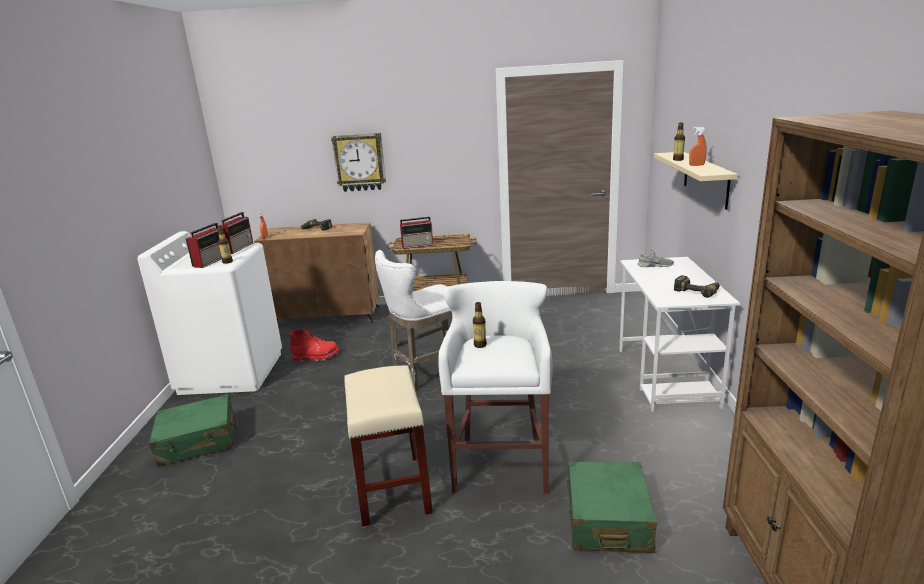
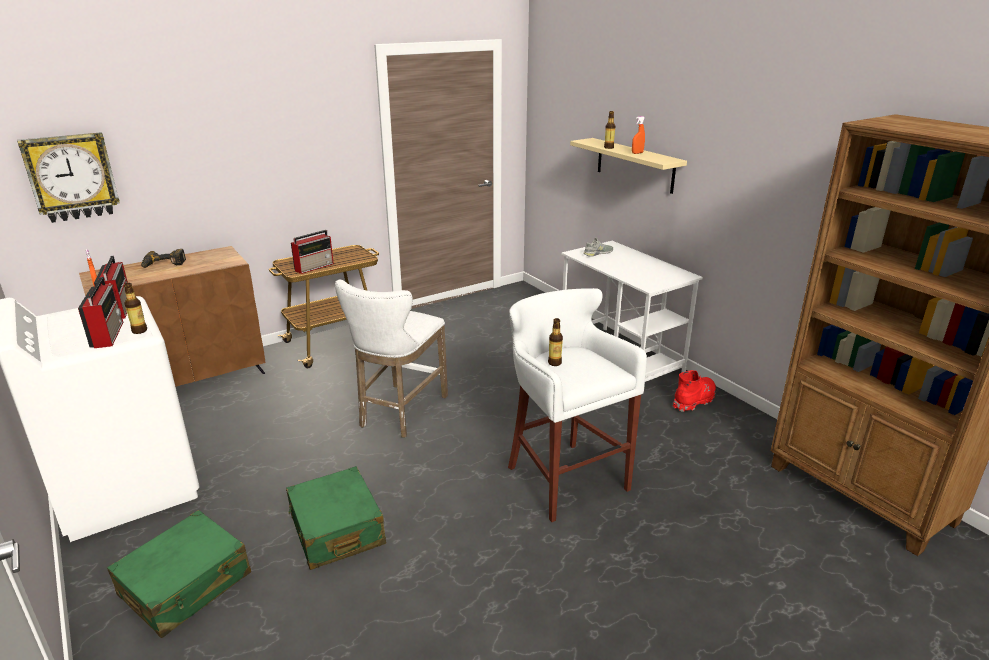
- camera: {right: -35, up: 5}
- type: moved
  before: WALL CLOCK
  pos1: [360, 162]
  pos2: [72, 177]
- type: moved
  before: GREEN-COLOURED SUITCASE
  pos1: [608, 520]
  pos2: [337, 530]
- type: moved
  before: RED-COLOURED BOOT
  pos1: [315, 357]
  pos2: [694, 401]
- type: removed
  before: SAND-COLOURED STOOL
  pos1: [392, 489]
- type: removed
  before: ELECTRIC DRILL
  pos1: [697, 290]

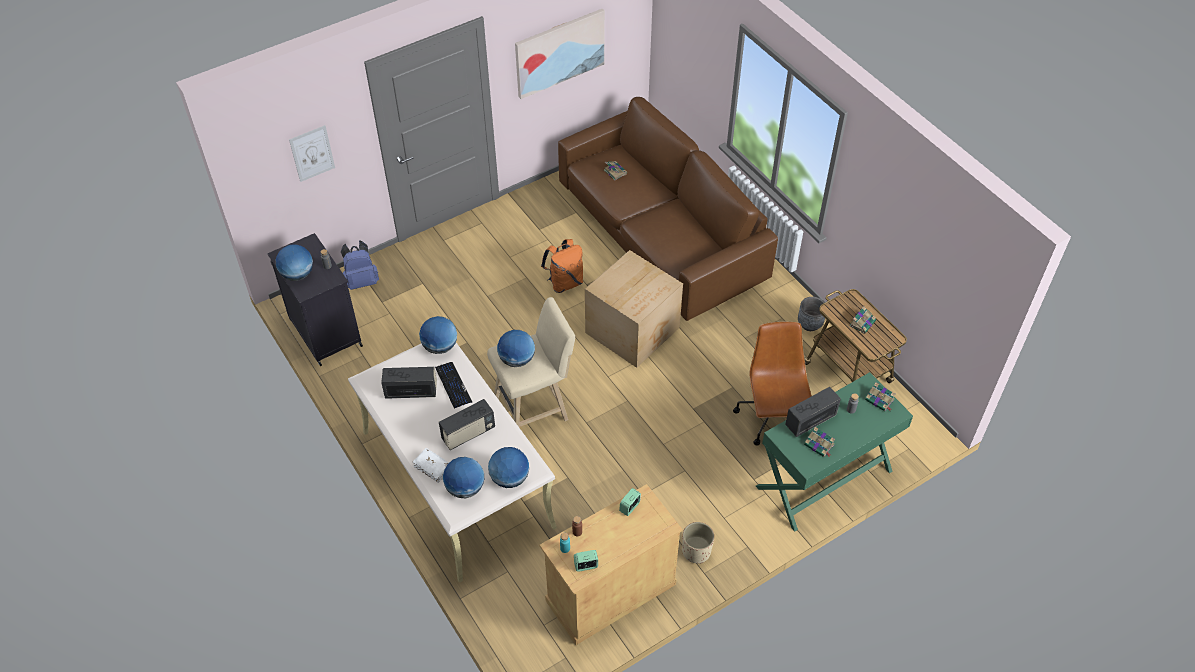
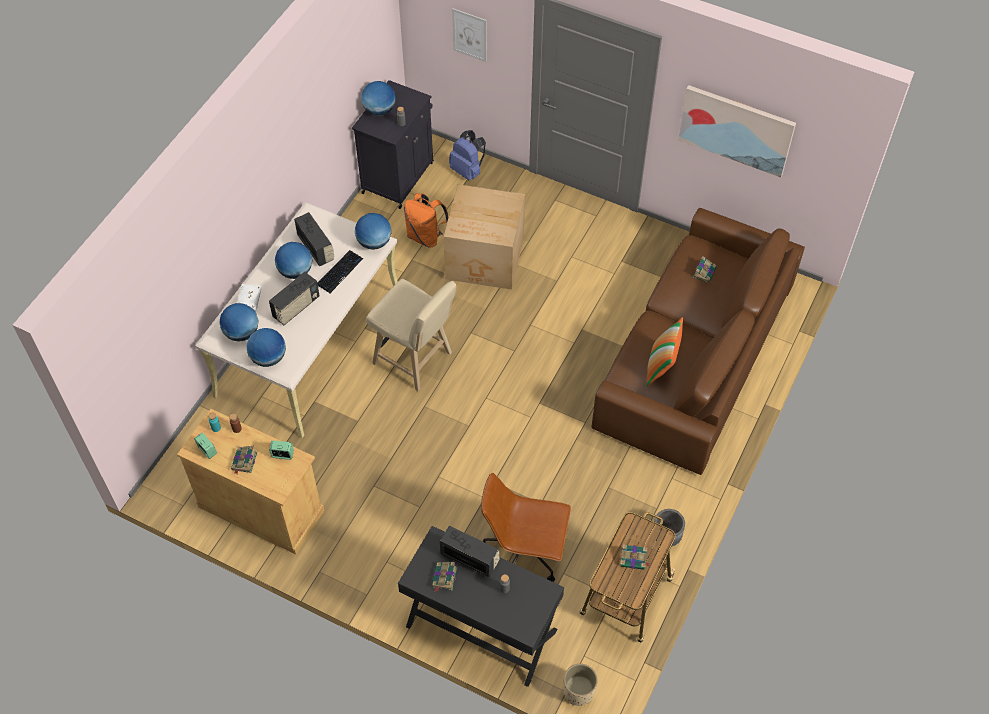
- camera: {right: 60, up: 5}
- type: moved
  before: BOUND BOOK
  pos1: [880, 400]
  pos2: [244, 462]
- type: turned
  before: RADIO RECEIVER
  pos1: [468, 434]
  pos2: [296, 307]
  turn: -75
- type: moved
  before: WORLD GLOBE
  pos1: [517, 360]
  pos2: [295, 271]
- type: recoloured
  before: GREEN-COLOURED DESK TABLE
  after: BLACK-COLOURED DESK TABLE
  pos1: [824, 479]
  pos2: [481, 629]
- type: moved
  before: ORANGEY RUCKSACK
  pos1: [565, 282]
  pos2: [425, 236]
- type: moved
  before: CARDBOARD BOX
  pos1: [634, 330]
  pos2: [486, 259]
- type: turned
  before: BROWN-COLOURED OFFICE CHAIR
  pos1: [773, 419]
  pos2: [524, 554]
  turn: -135
- type: moved
  before: SAND-COLOURED PLANT POT
  pos1: [696, 551]
  pos2: [578, 691]
- type: added
  after: THROW PILLOW
  pos2: [661, 366]

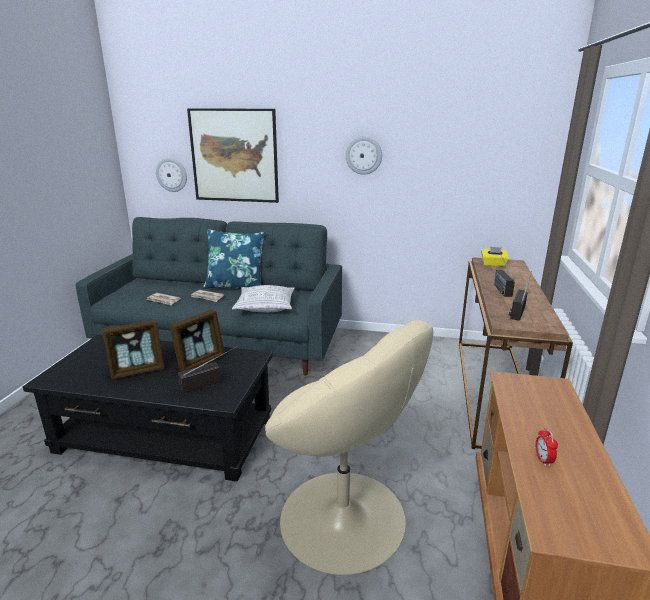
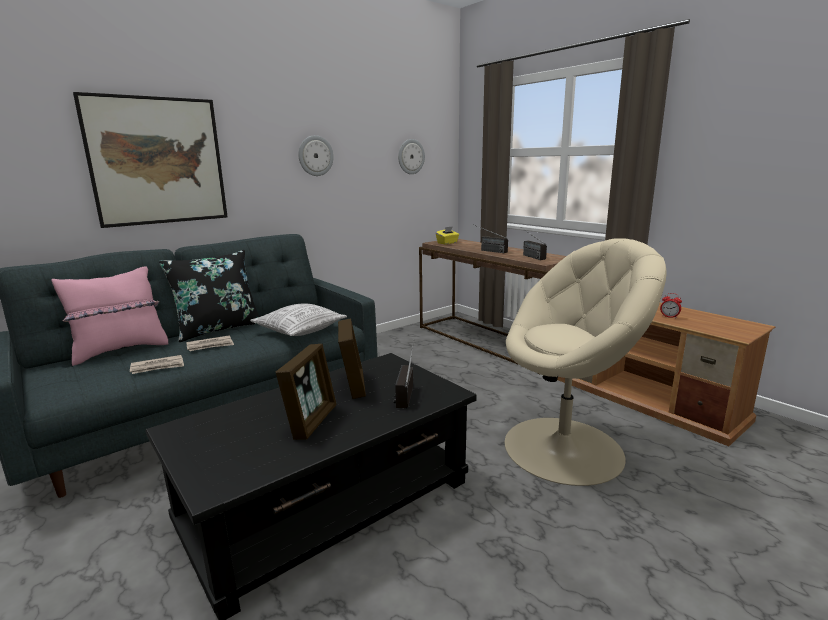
- camera: {right: -50, up: -5}
- type: added
  after: PINK-COLOURED THROW PILLOW
  pos2: [121, 350]
- type: recoloured
  before: BLUE THROW PILLOW
  after: BLACK-COLOURED THROW PILLOW
  pos1: [236, 287]
  pos2: [218, 329]
- type: moved
  before: WALL CLOCK
  pos1: [172, 175]
  pos2: [411, 156]

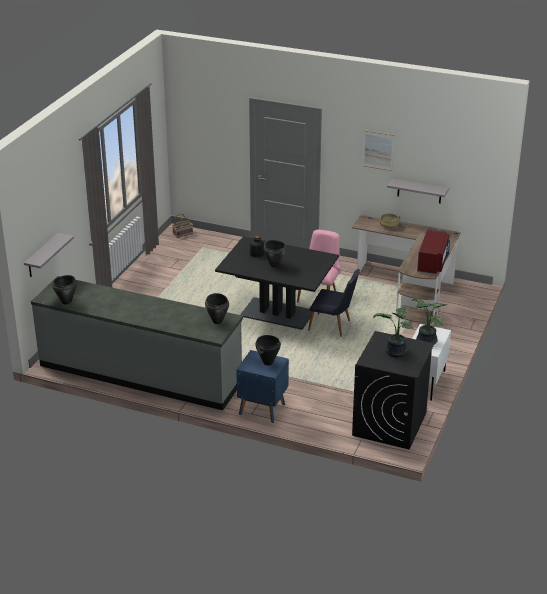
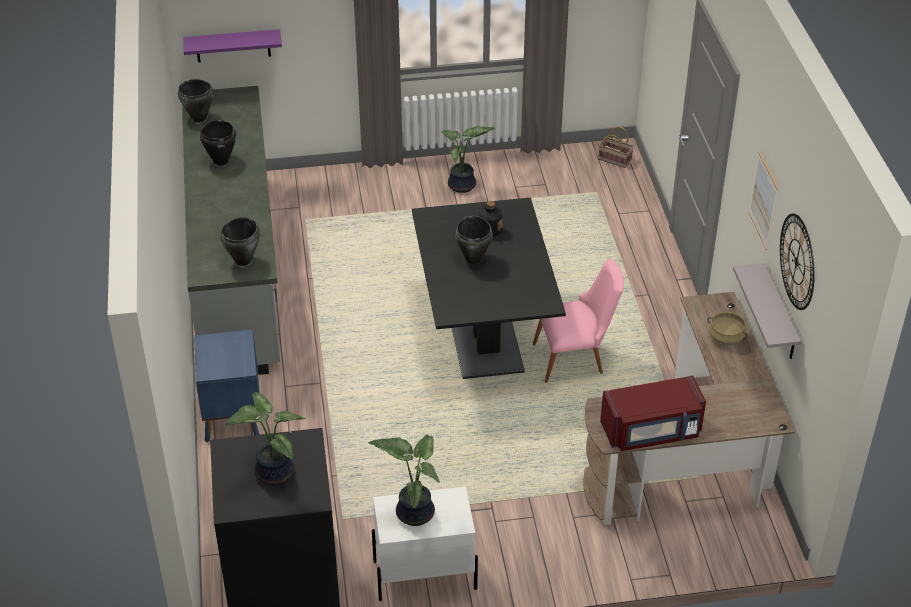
- camera: {right: 60, up: 10}
- type: recoloured
  before: GREY SHELF
  after: PURPLISH SHELF
  pos1: [42, 256]
  pos2: [233, 46]
- type: moved
  before: BLACK-COLOURED STOCKPOT
  pos1: [268, 362]
  pos2: [221, 161]
- type: added
  after: HOUSEPLANT
  pos2: [463, 186]
- type: added
  after: WALL CLOCK
  pos2: [797, 261]
- type: removed
  before: BLACK-COLOURED PLAIN CHAIR
  pos1: [333, 327]

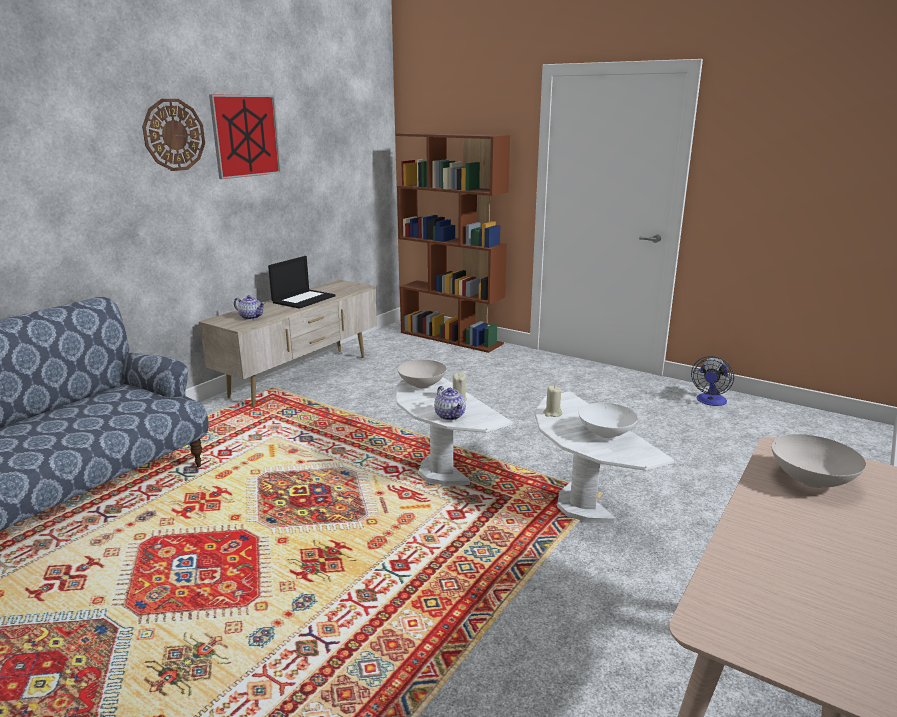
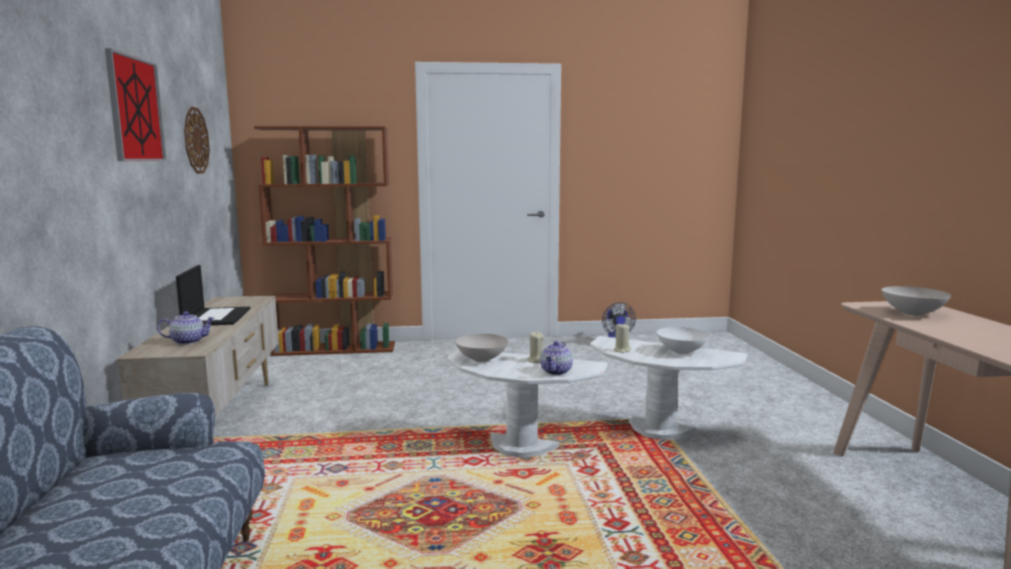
- camera: {right: -40, up: -10}
- type: moved
  before: WALL CLOCK
  pos1: [174, 135]
  pos2: [195, 140]
- type: turned
  before: POT FOR TEA
  pos1: [450, 416]
  pos2: [556, 371]
  turn: 90

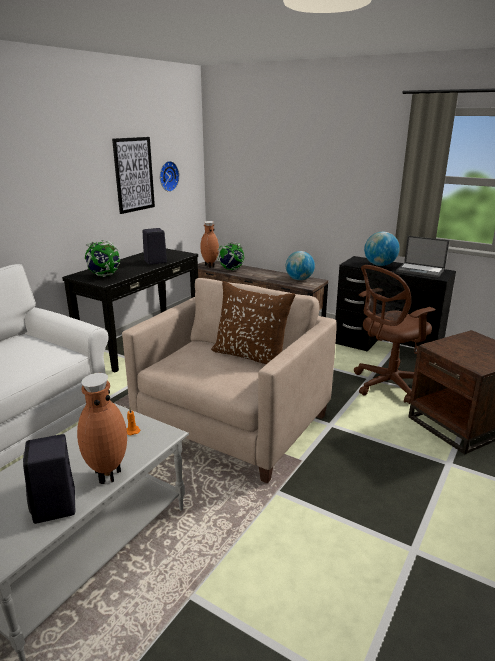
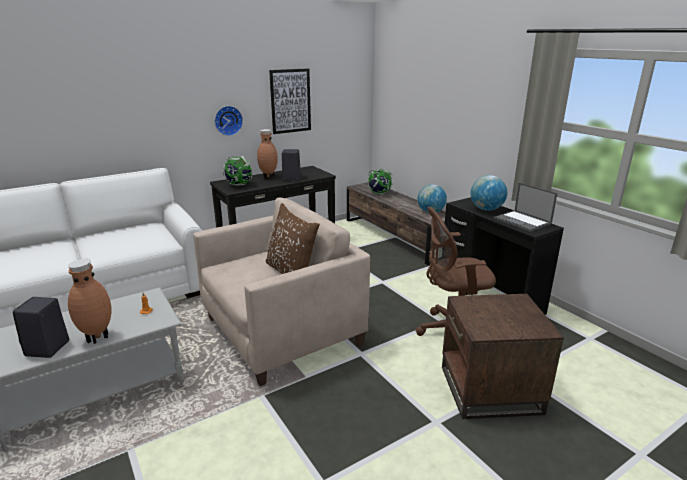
- camera: {right: 25, up: 0}
- type: moved
  before: WALL CLOCK
  pos1: [167, 176]
  pos2: [228, 120]
- type: moved
  before: BROWN-COLOURED DECORATIVE VASE
  pos1: [209, 266]
  pos2: [268, 177]

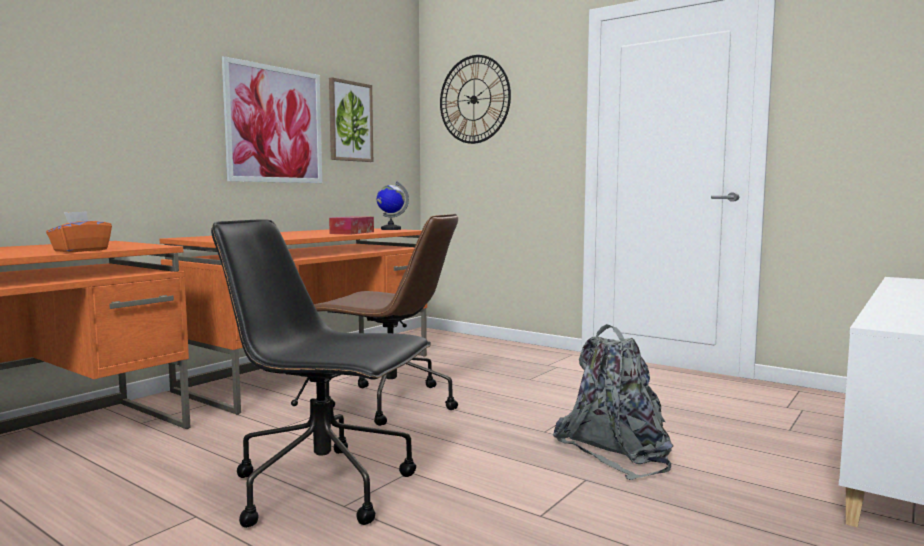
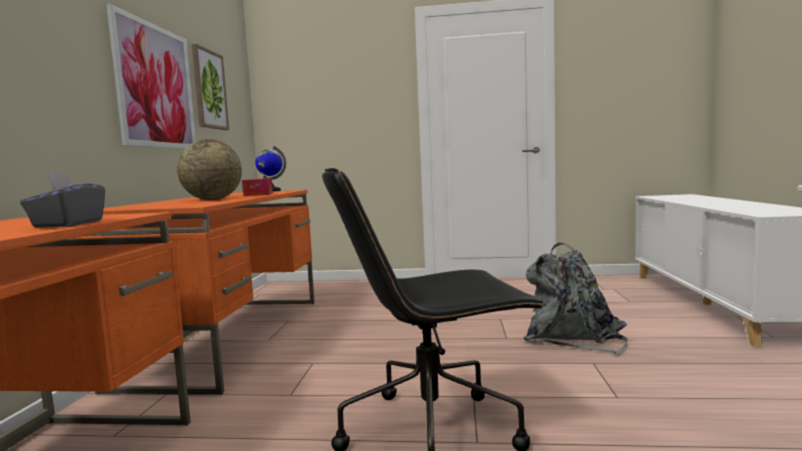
- camera: {right: -30, up: 0}
- type: recoloured
  before: ORANGEY TISSUE BOX
  after: GREY TISSUE BOX
  pos1: [80, 250]
  pos2: [68, 224]
- type: added
  after: WORLD GLOBE
  pos2: [212, 199]
- type: removed
  before: BROWN-COLOURED OFFICE CHAIR
  pos1: [389, 403]
- type: removed
  before: WALL CLOCK
  pos1: [474, 99]

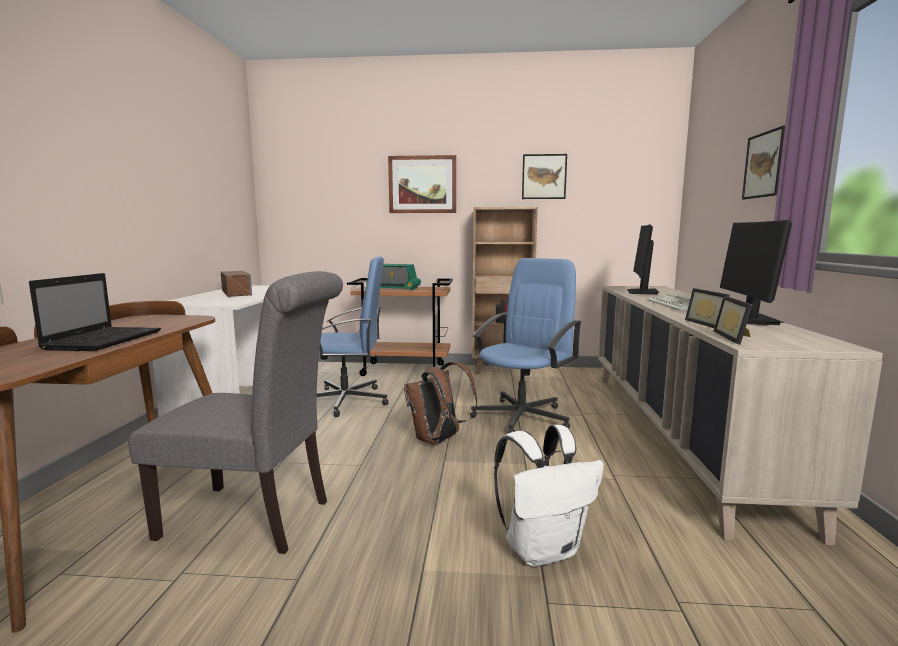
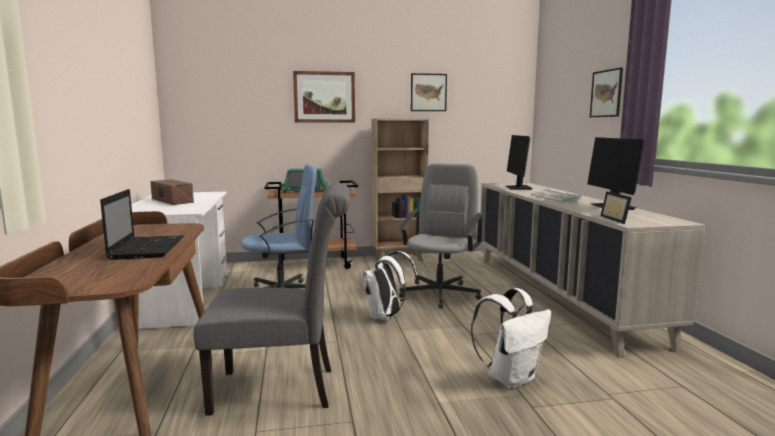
- camera: {right: -15, up: 0}
- type: recoloured
  before: BROWN-COLOURED RUCKSACK
  after: WHITE-COLOURED RUCKSACK
  pos1: [438, 440]
  pos2: [386, 317]
- type: recoloured
  before: BLUE OFFICE CHAIR
  after: GREY OFFICE CHAIR
  pos1: [522, 417]
  pos2: [440, 293]
- type: removed
  before: STANDING FRAME
  pos1: [709, 324]

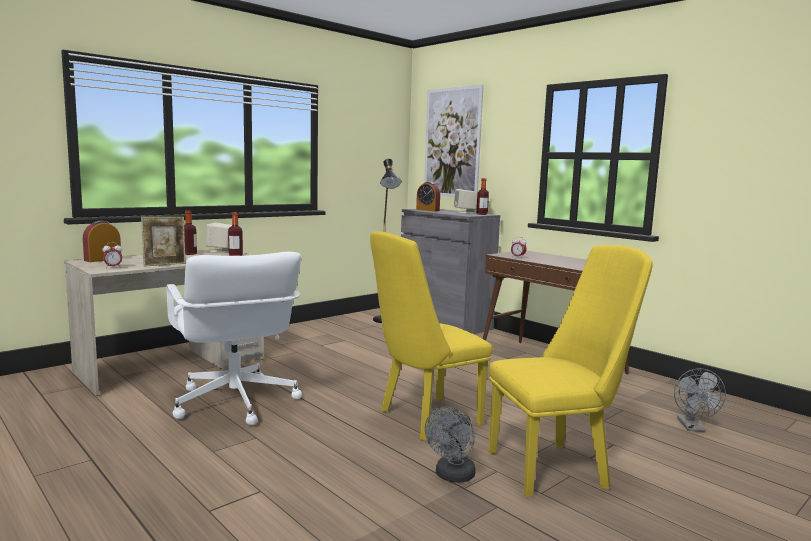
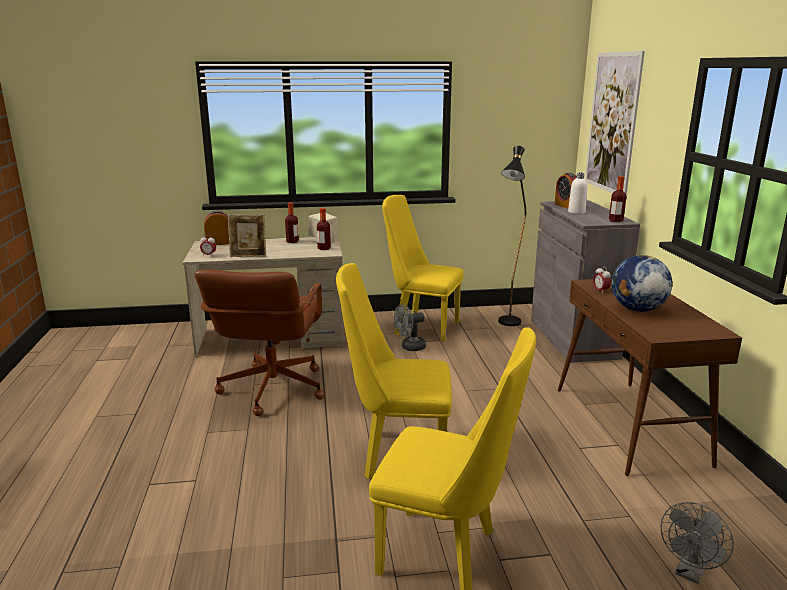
- camera: {right: 35, up: 10}
- type: recoloured
  before: WHITE-COLOURED OFFICE CHAIR
  after: BROWN-COLOURED OFFICE CHAIR
  pos1: [234, 403]
  pos2: [272, 389]
- type: added
  after: YELLOWISH PLAIN CHAIR
  pos2: [421, 327]
- type: moved
  before: GREY ELECTRIC FAN
  pos1: [452, 476]
  pos2: [410, 347]
- type: added
  after: WHITE-COLOURED BEVERAGE BOTTLE
  pos2: [576, 212]
- type: added
  after: WORLD GLOBE
  pos2: [637, 309]
- type: removed
  before: SAND-COLOURED SPEAKER
  pos1: [465, 212]

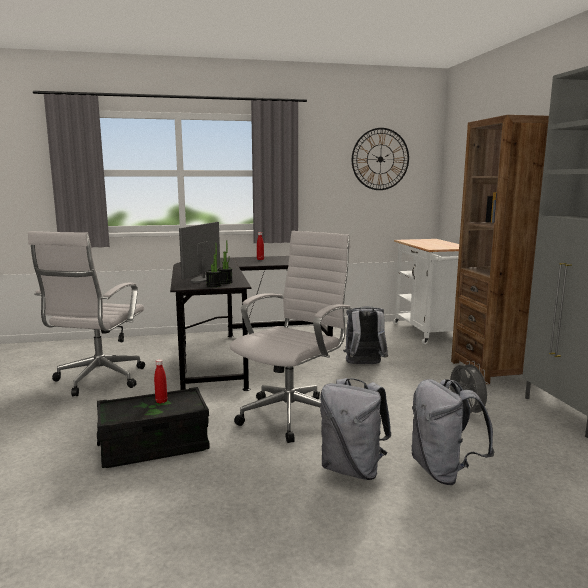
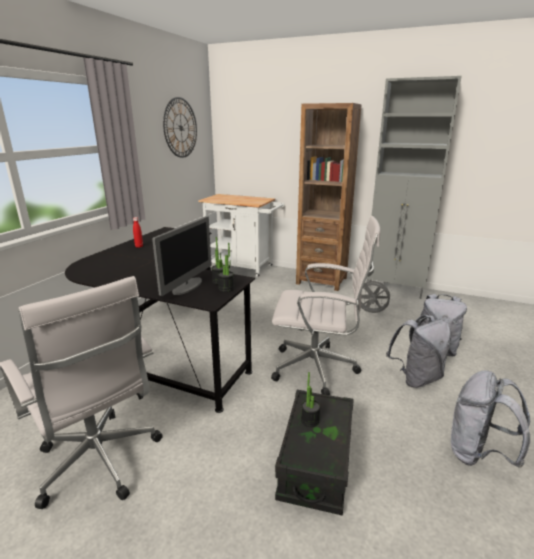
- camera: {right: -55, up: 10}
- type: turned
  before: MONITOR
  pos1: [202, 279]
  pos2: [187, 286]
  turn: -120
- type: turned
  before: WHITE-COLOURED OFFICE CHAIR
  pos1: [293, 414]
  pos2: [318, 369]
  turn: 120
- type: replaced
  before: RED-COLOURED BEVERAGE BOTTLE
  after: HOUSEPLANT
  pos1: [161, 401]
  pos2: [310, 420]
- type: moved
  before: GREY RUCKSACK
  pos1: [364, 365]
  pos2: [478, 453]

